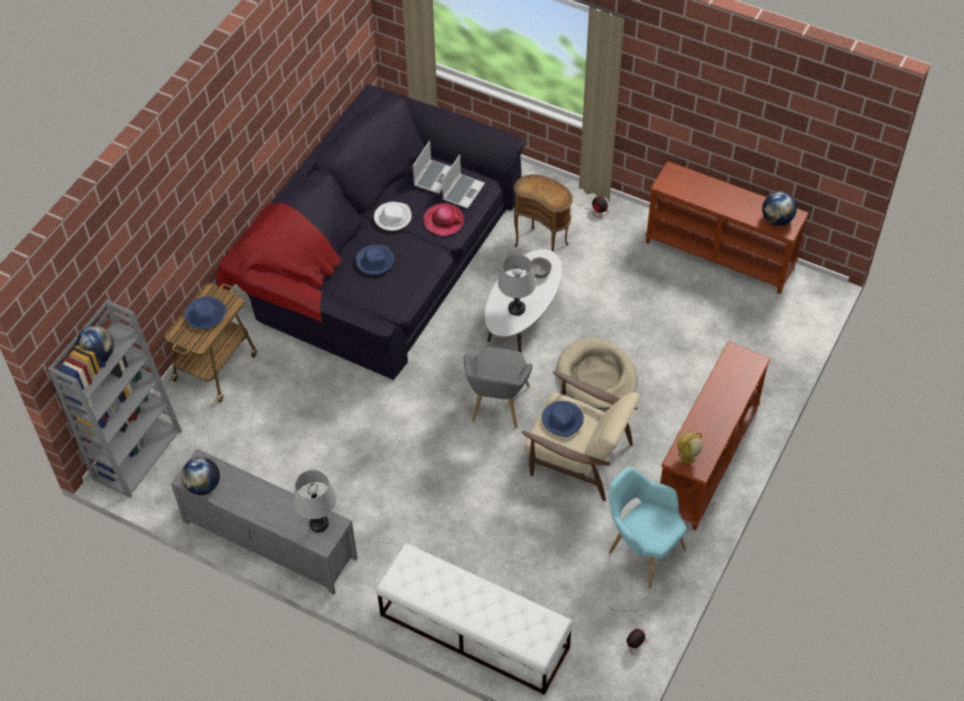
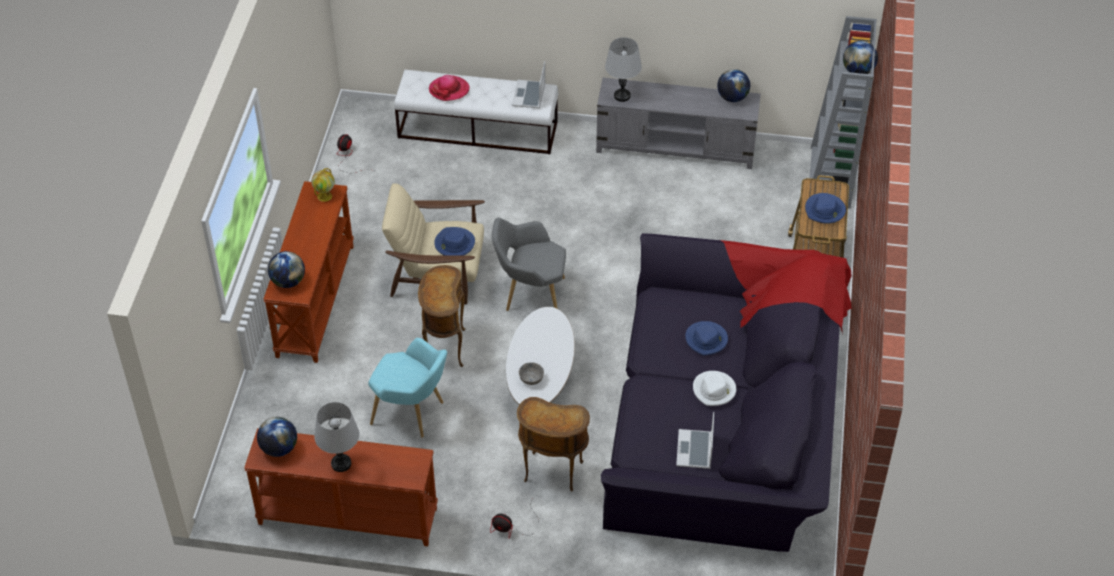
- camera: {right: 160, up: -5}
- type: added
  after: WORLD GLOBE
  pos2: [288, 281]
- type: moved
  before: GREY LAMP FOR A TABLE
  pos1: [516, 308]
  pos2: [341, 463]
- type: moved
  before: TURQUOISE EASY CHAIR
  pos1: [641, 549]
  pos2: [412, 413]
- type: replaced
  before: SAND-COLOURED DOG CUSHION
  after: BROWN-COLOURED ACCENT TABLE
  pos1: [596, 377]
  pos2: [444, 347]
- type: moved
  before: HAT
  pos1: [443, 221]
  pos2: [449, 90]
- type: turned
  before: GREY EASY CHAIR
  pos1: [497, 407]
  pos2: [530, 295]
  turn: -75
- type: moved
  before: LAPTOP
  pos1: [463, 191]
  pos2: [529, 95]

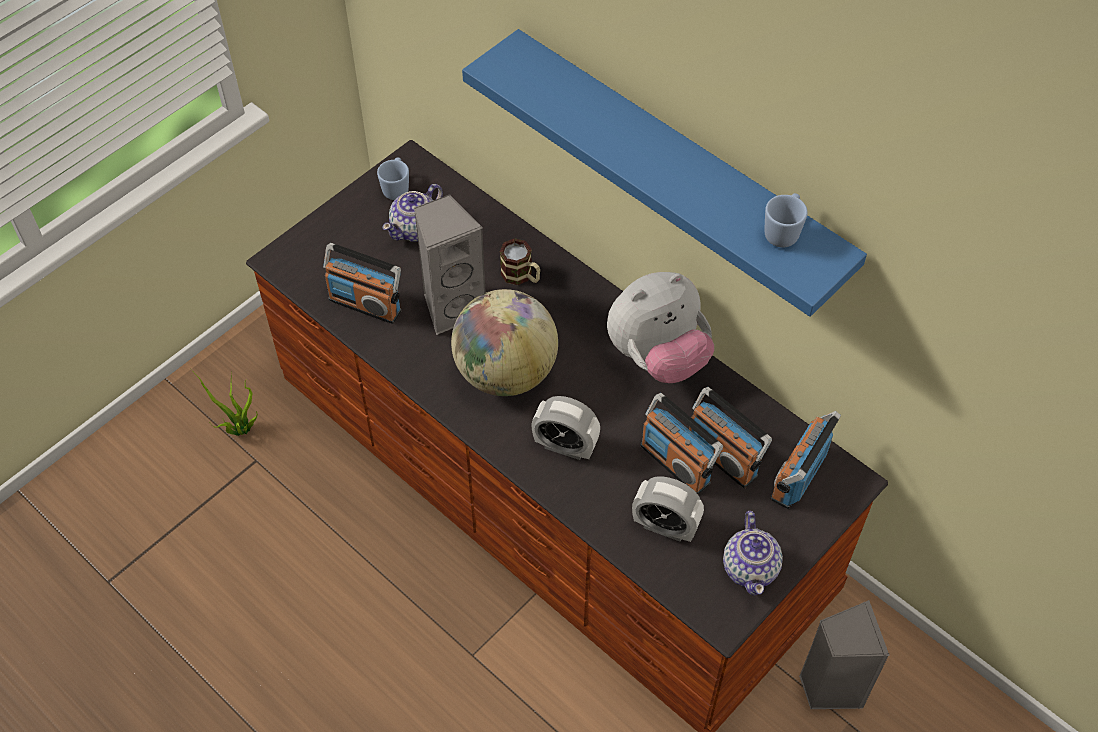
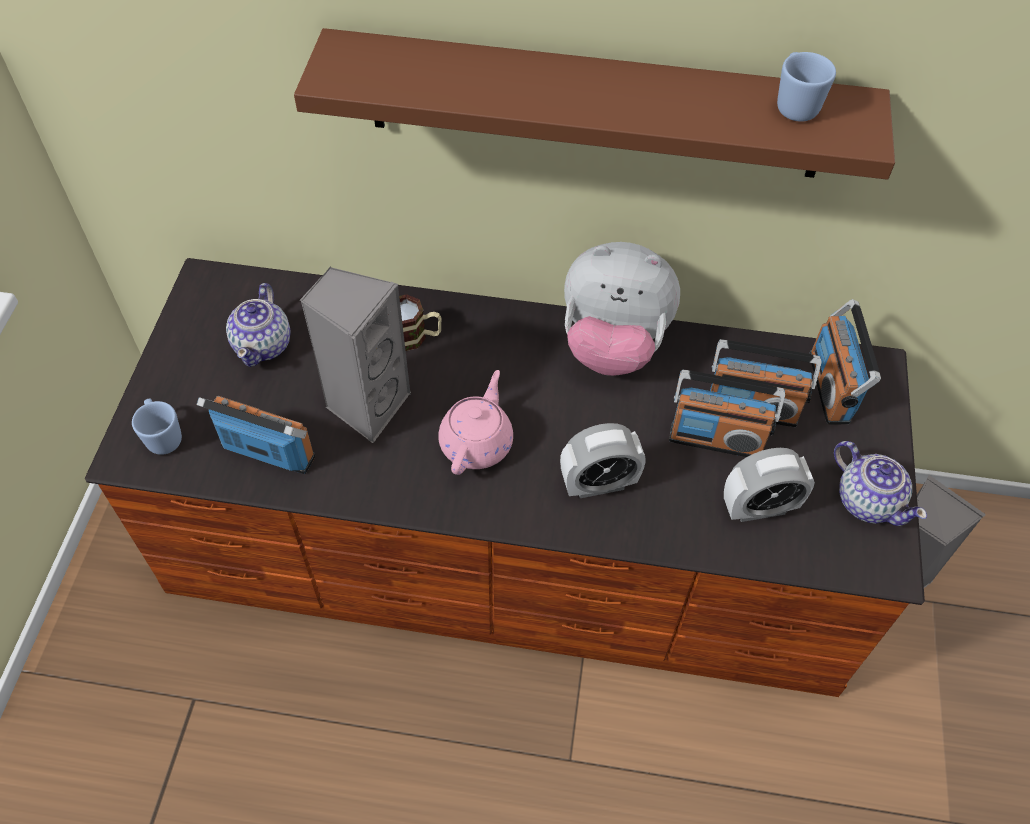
- camera: {right: -35, up: 0}
- type: moved
  before: BLUE TEA MUG
  pos1: [396, 188]
  pos2: [163, 436]
- type: turned
  before: RADIO RECEIVER
  pos1: [365, 304]
  pos2: [267, 452]
  turn: -150
- type: recoloured
  before: BLUE SHELF
  after: BROWN-COLOURED SHELF
  pos1: [678, 166]
  pos2: [595, 105]
- type: replaced
  before: WORLD GLOBE
  after: PINK-COLOURED POT FOR TEA
  pos1: [505, 372]
  pos2: [477, 442]
- type: turned
  before: SOFT TOY
  pos1: [658, 357]
  pos2: [613, 346]
  turn: 75
- type: removed
  before: HOUSEPLANT
  pos1: [240, 430]

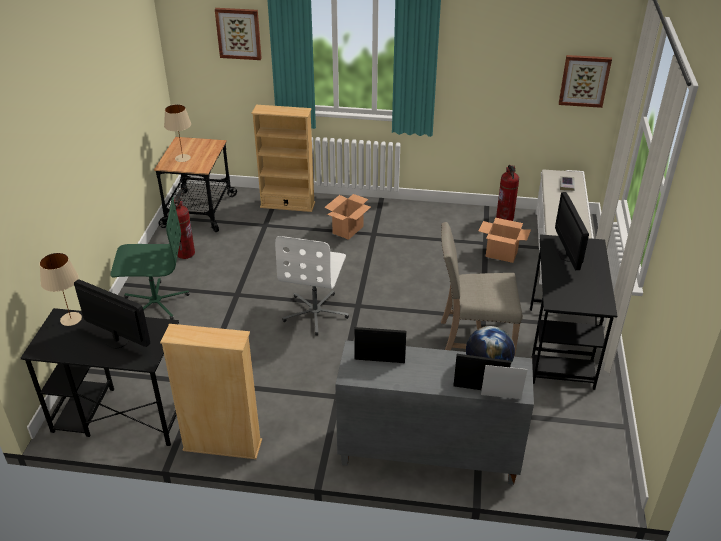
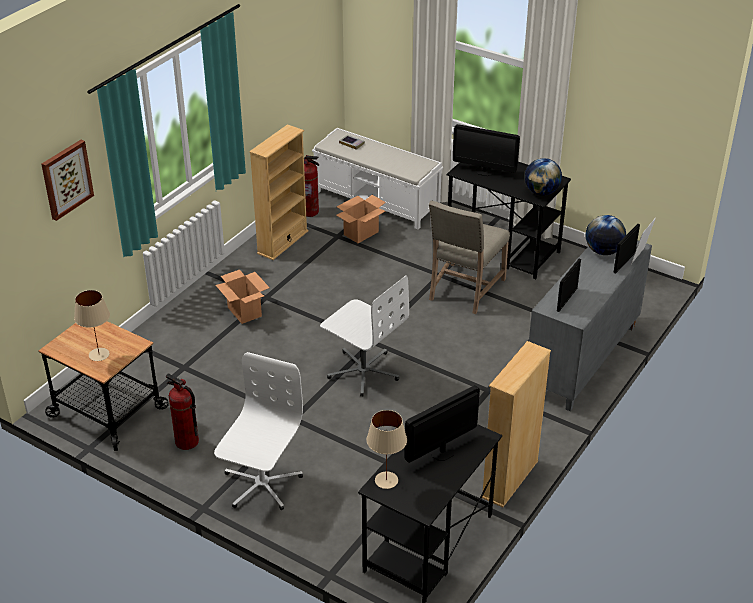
- camera: {right: -65, up: 0}
- type: recoloured
  before: GREEN-COLOURED OFFICE CHAIR
  after: WHITE-COLOURED OFFICE CHAIR
  pos1: [155, 302]
  pos2: [261, 484]
- type: moved
  before: SAND-COLOURED BOOKSHELF
  pos1: [287, 205]
  pos2: [282, 242]
- type: added
  after: WORLD GLOBE
  pos2: [541, 192]
- type: removed
  before: WALL PICTURE
  pos1: [584, 80]

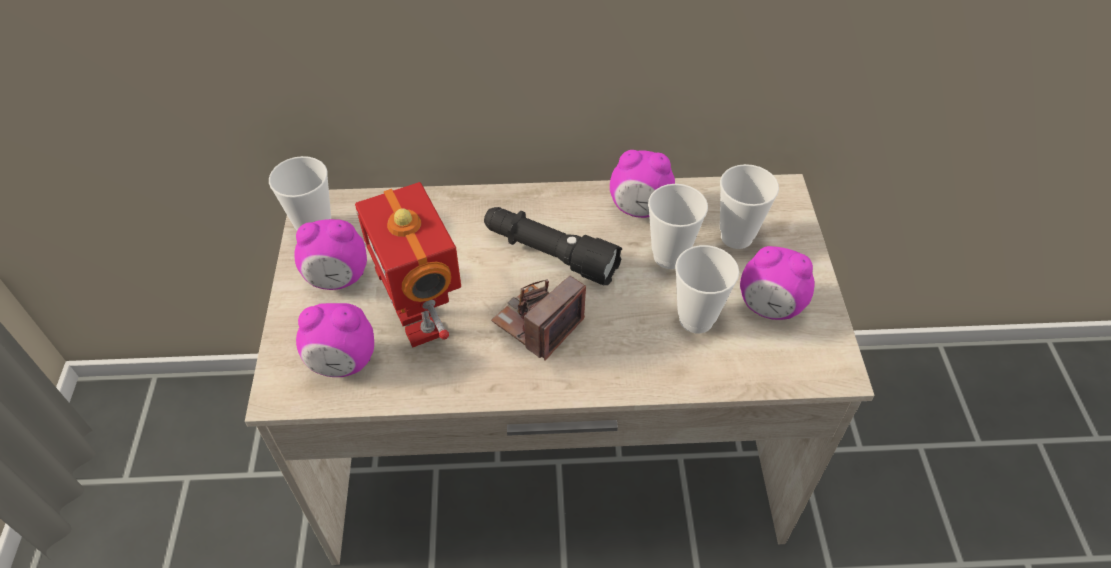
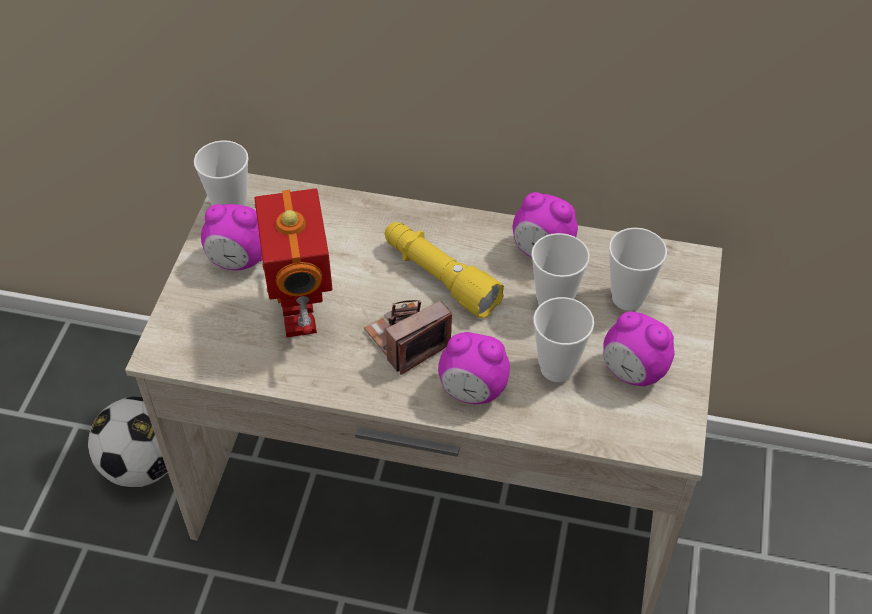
- camera: {right: 15, up: 0}
- type: added
  after: FOOTBALL
  pos2: [143, 465]
- type: recoloured
  before: BLACK-COLOURED TORCH
  after: YELLOWISH TORCH
  pos1: [549, 254]
  pos2: [439, 277]
- type: moved
  before: TABLE CLOCK
  pos1: [343, 363]
  pos2: [473, 391]

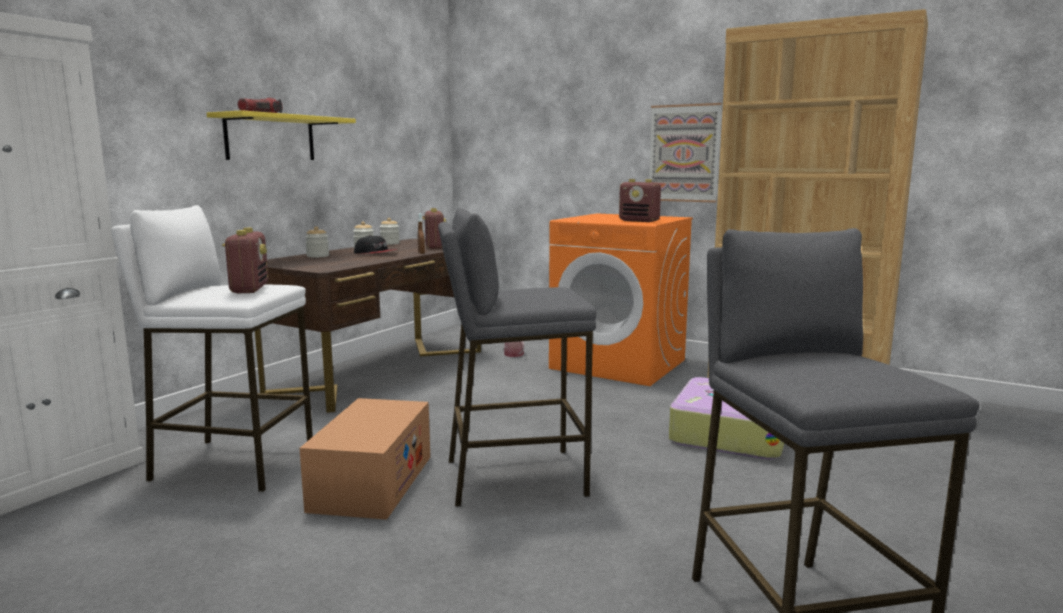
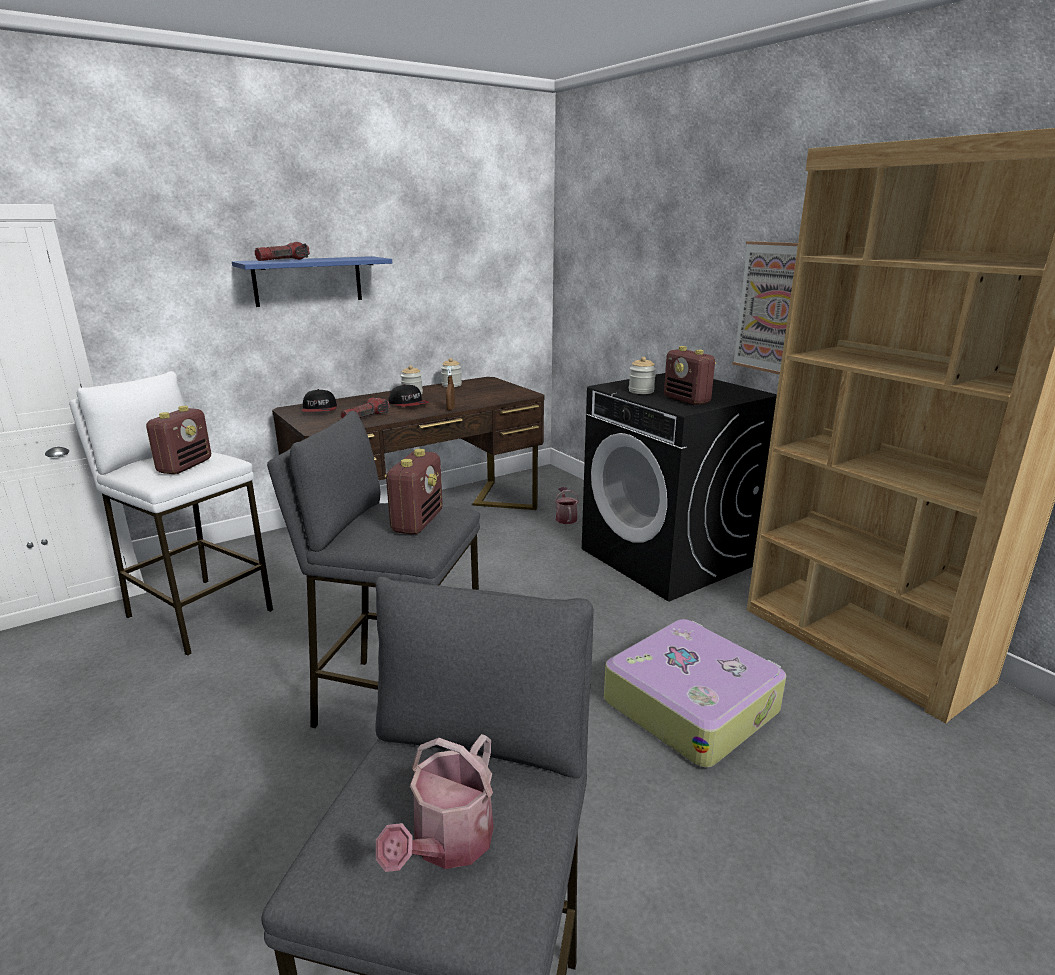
- camera: {right: 25, up: 10}
- type: recoloured
  before: YELLOWISH SHELF
  after: BLUE SHELF
  pos1: [270, 138]
  pos2: [308, 281]
- type: added
  after: CAP
  pos2: [320, 410]
- type: added
  after: TORCH
  pos2: [365, 417]
- type: added
  after: WATERING POT
  pos2: [447, 844]
- type: moved
  before: RADIO RECEIVER
  pos1: [434, 247]
  pos2: [417, 522]
- type: recoloured
  before: ORANGEY LAUNDRY MACHINE
  after: BLACK-COLOURED LAUNDRY MACHINE
  pos1: [619, 364]
  pos2: [666, 558]
- type: moved
  before: PRESERVE JAR
  pos1: [317, 256]
  pos2: [641, 391]
- type: removed
  before: CARDBOARD BOX
  pos1: [372, 482]

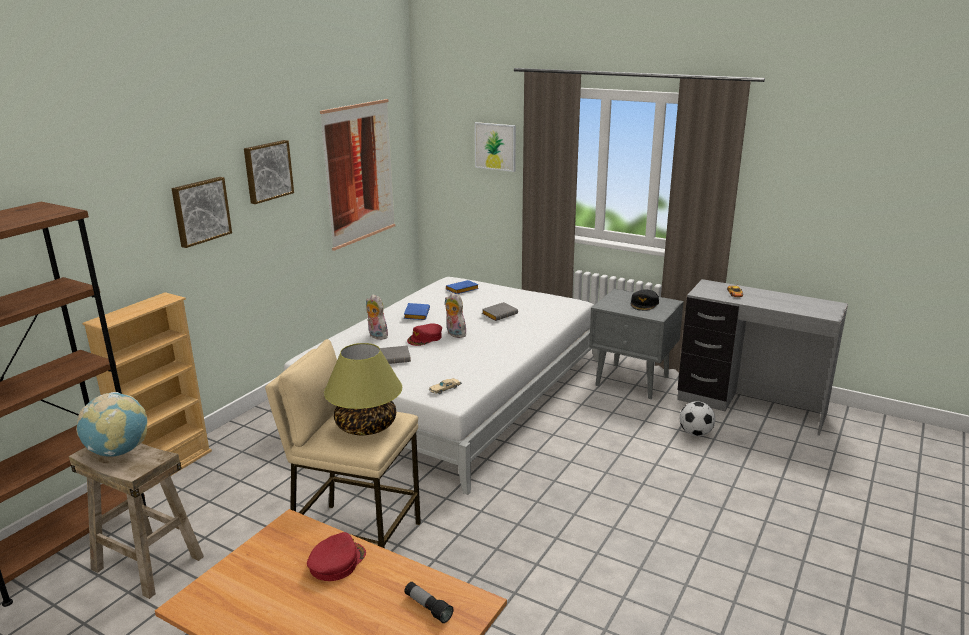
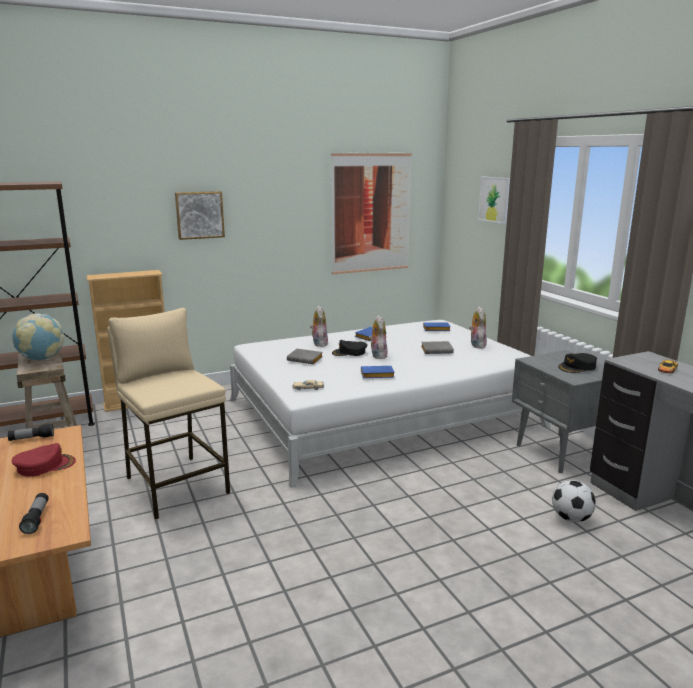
- camera: {right: 35, up: -5}
- type: added
  after: TORCH
  pos2: [32, 438]
- type: recoloured
  before: RED-COLOURED CAP
  after: BLACK-COLOURED CAP
  pos1: [425, 338]
  pos2: [349, 352]
- type: added
  after: BLUE BOUND BOOK
  pos2: [376, 375]
- type: added
  after: SOFT TOY
  pos2: [476, 345]
- type: removed
  before: WALL PICTURE
  pos1: [267, 171]
- type: removed
  before: LAMP FOR A TABLE
  pos1: [366, 426]

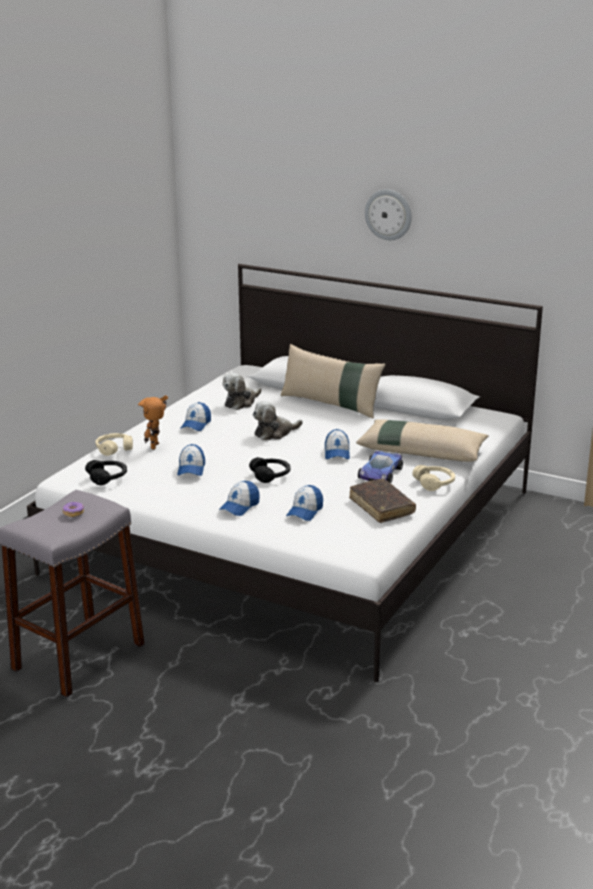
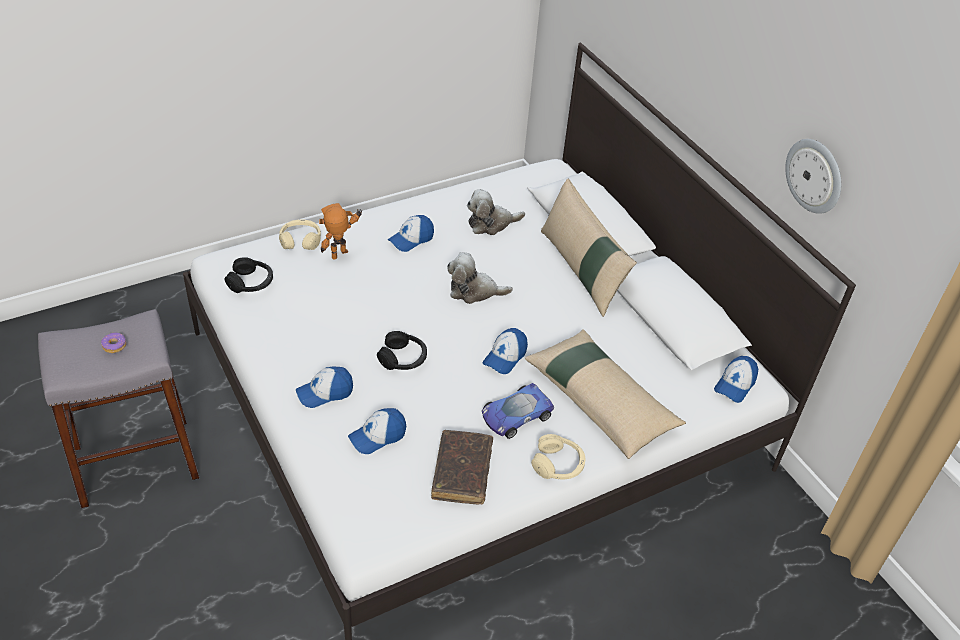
- camera: {right: 30, up: 20}
- type: moved
  before: CAP
  pos1: [191, 469]
  pos2: [735, 385]
- type: moved
  before: WALL CLOCK
  pos1: [388, 214]
  pos2: [814, 175]

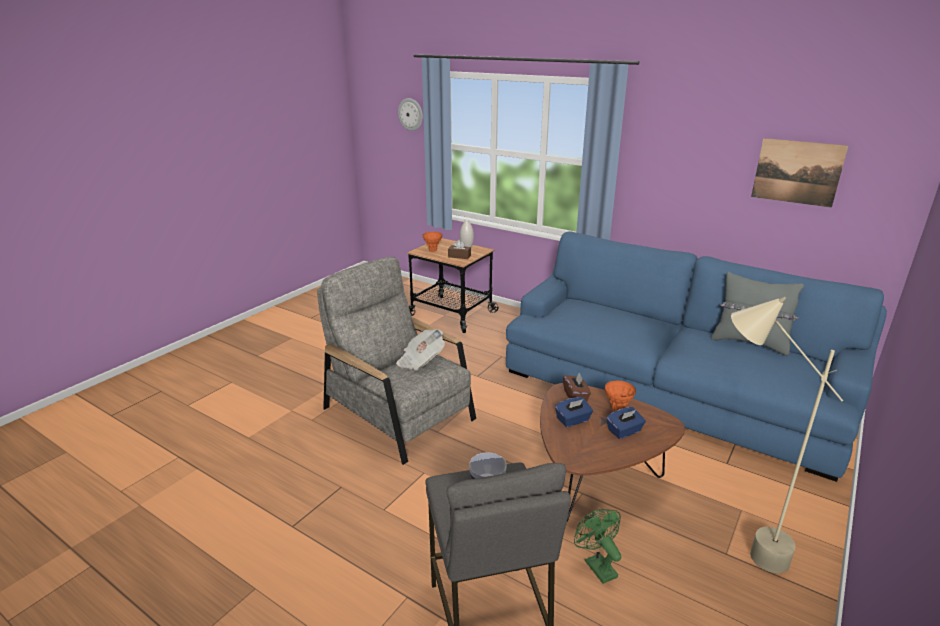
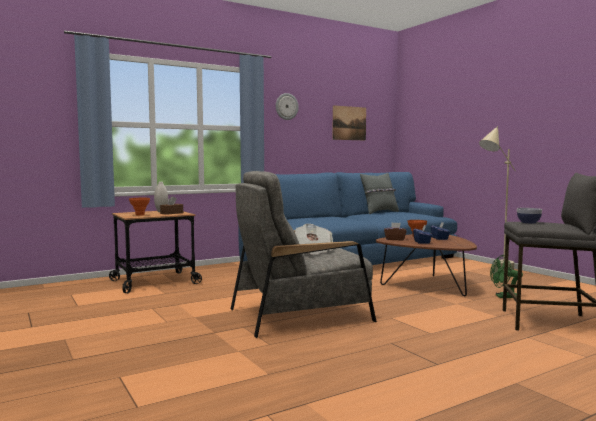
- camera: {right: -65, up: -20}
- type: moved
  before: WALL CLOCK
  pos1: [411, 114]
  pos2: [286, 106]

